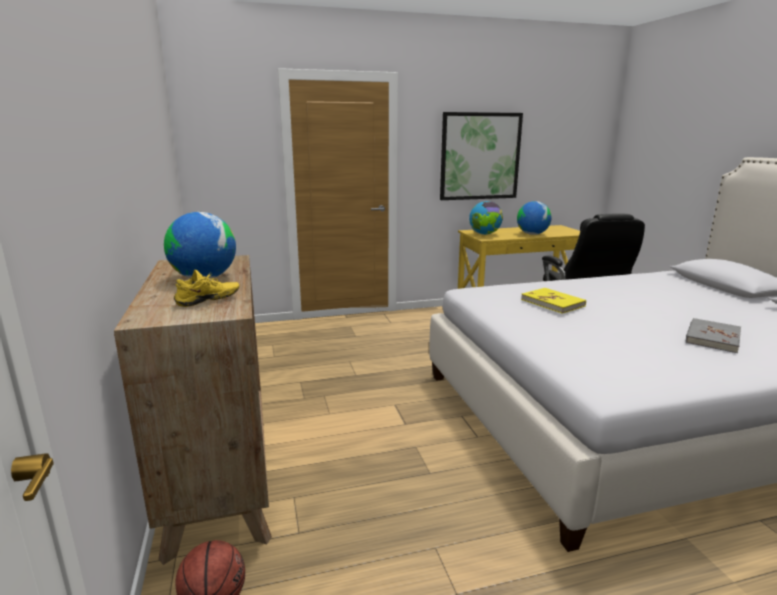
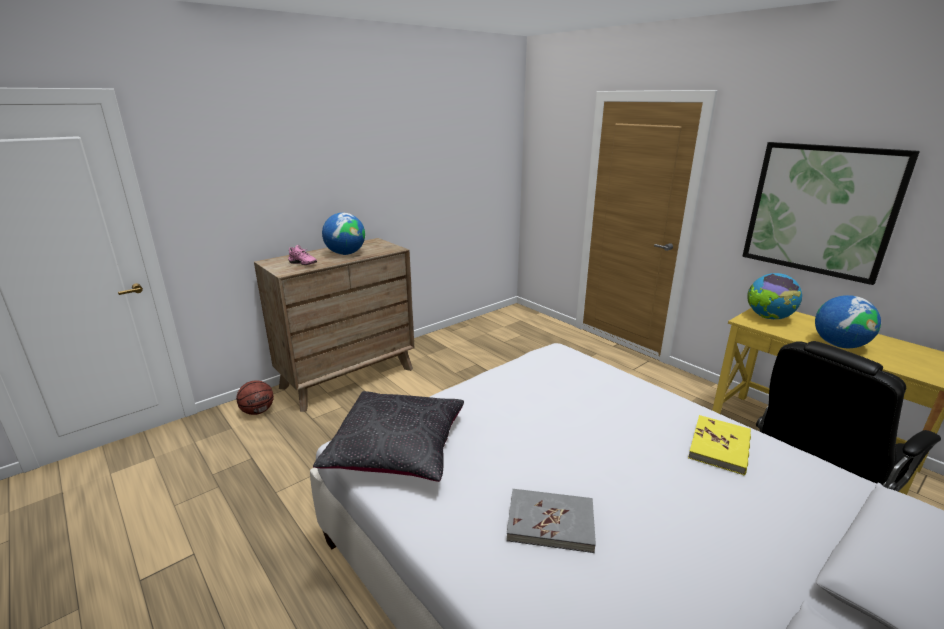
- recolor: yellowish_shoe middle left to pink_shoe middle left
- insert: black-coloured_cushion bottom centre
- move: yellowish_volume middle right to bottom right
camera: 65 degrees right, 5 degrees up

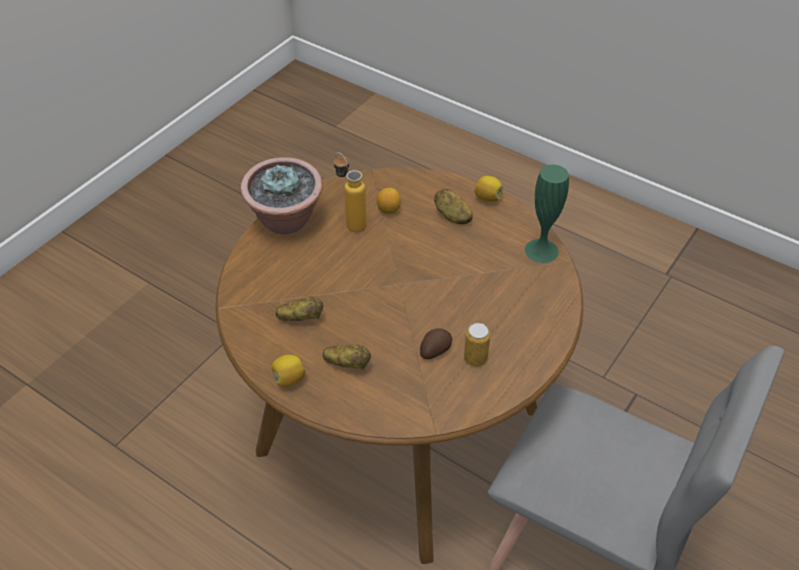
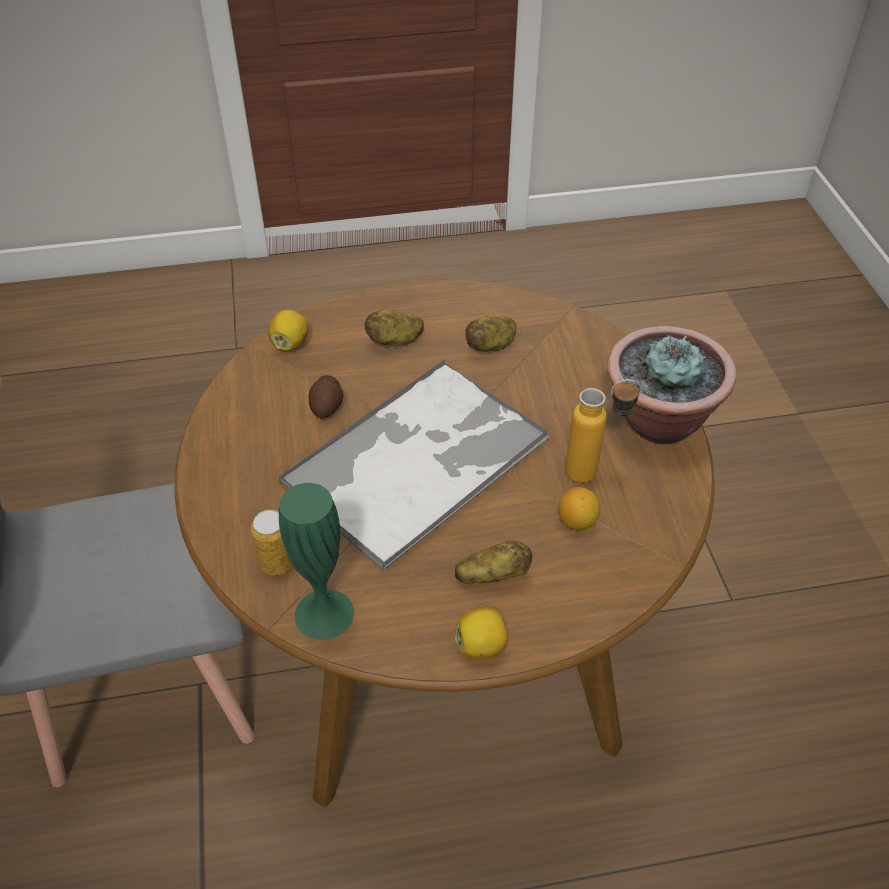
- move: sealed_can centre to middle left
- move: lemon (1st from left) centre to middle left
- insert: serving_tray centre
camera: 135 degrees right, 0 degrees up

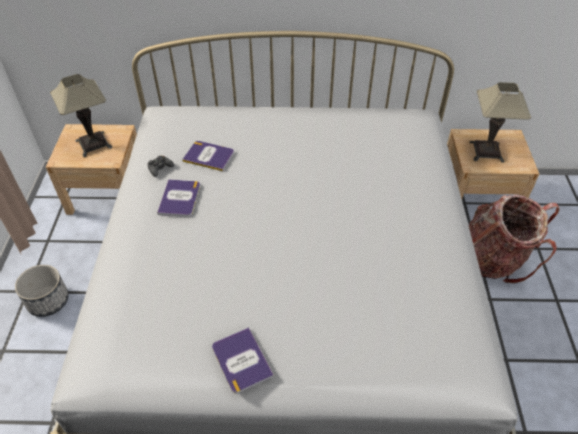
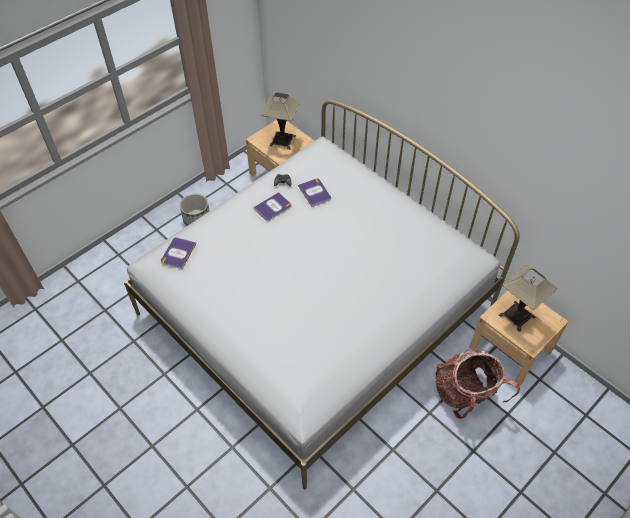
- move: volume (3rd from left in the first image) bottom centre to volume (1st from left) middle left
camera: 45 degrees right, 5 degrees up

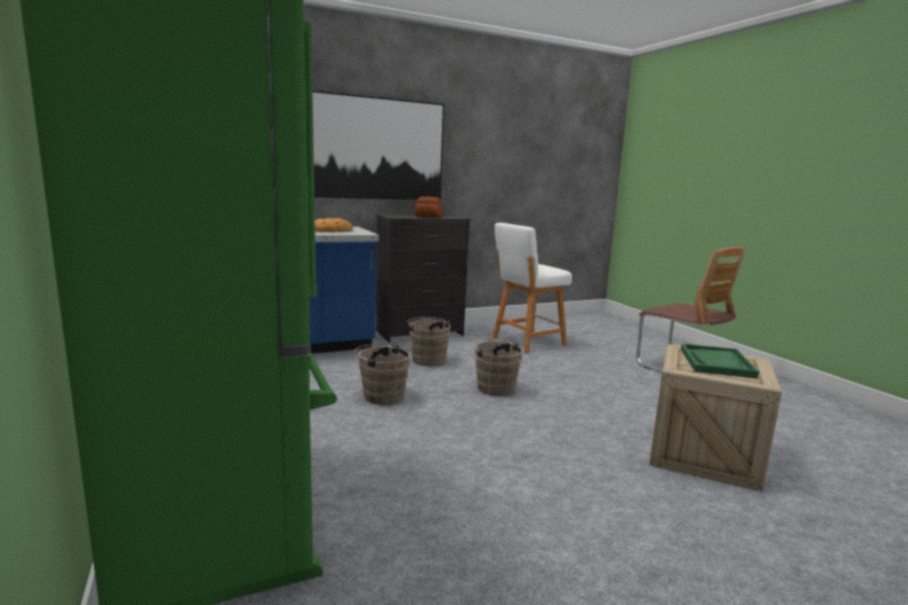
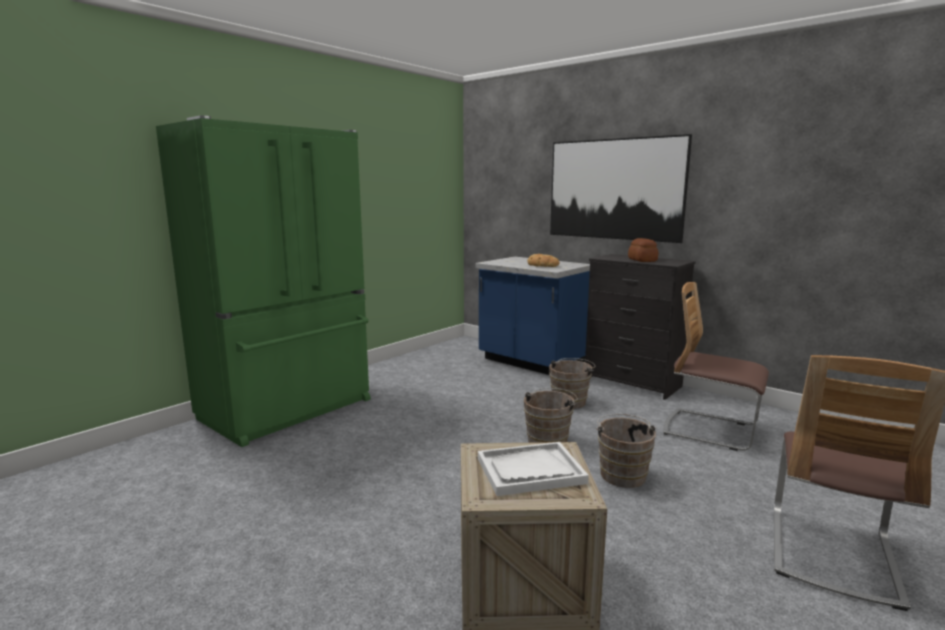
- recolor: green_serving_tray middle right to white-coloured_serving_tray bottom centre
- move: brownish_pail (1st from left in the first image) centre to brownish_pail (3rd from left) bottom centre
- replace: white-coloured_sitting_stool centre to upright_chair (1st from left) middle right
camera: 65 degrees right, 0 degrees up

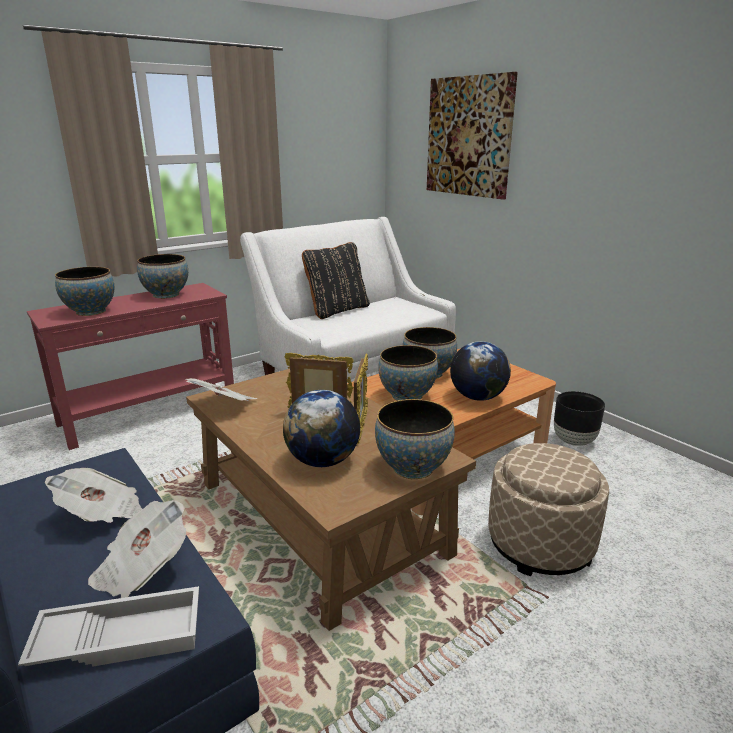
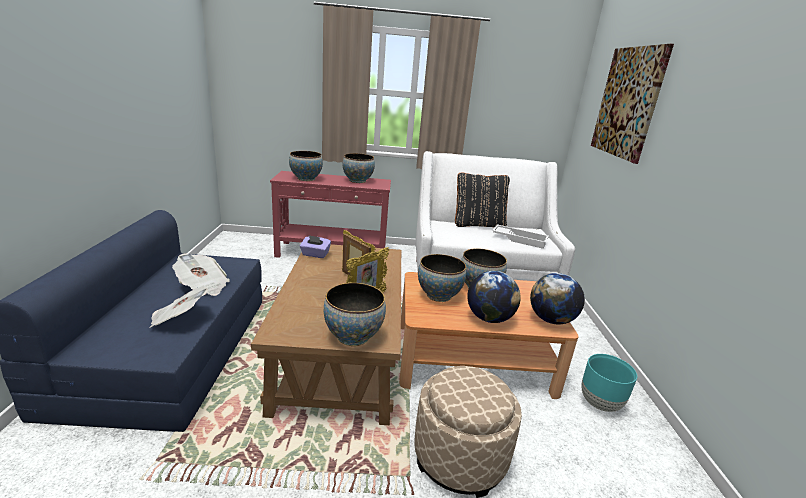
- replace: newspaper (3rd from left) middle left to purplish_tissue_holder centre
- move: white-coloured_serving_tray bottom left to centre
- move: desk_globe (1st from left in the first image) centre to desk_globe (2nd from left) middle right
- recolor: black-coloured_planter middle right to turquoise_planter bottom right
camera: 35 degrees right, 0 degrees up

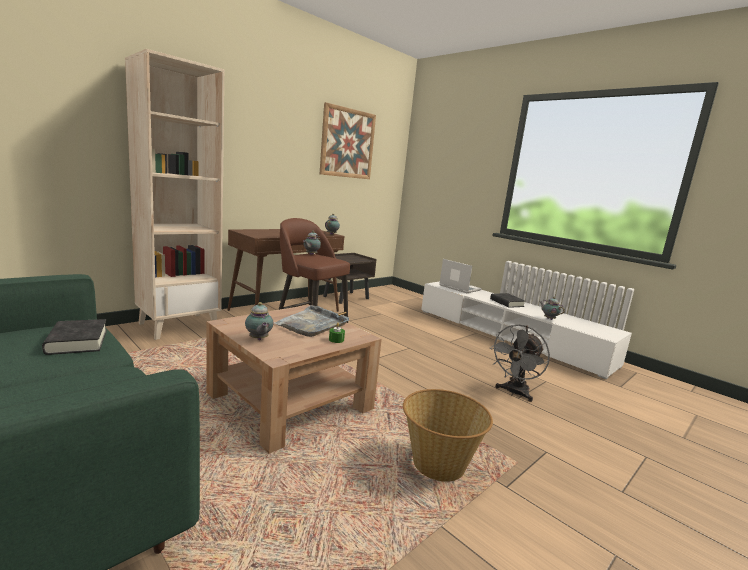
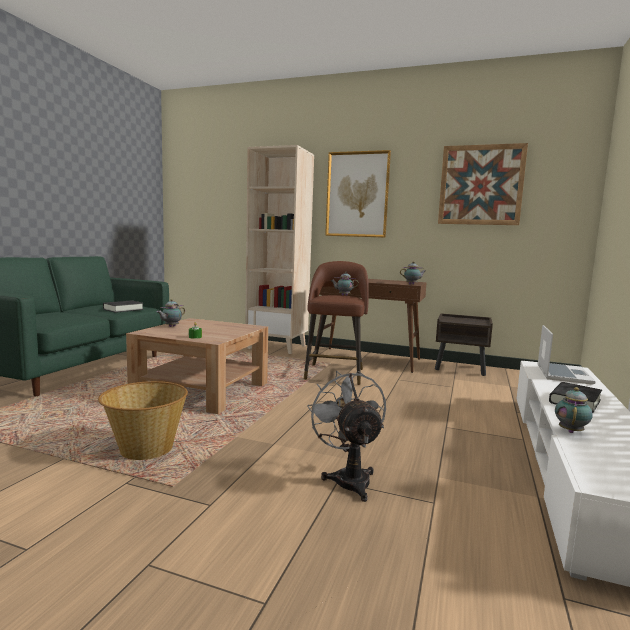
- rotate: greyish_cooling_fan middle right = bottom centre 60 degrees clockwise
- insert: wall_art (1st from left) top centre
- delete: greyish_serving_tray centre
camera: 65 degrees right, 5 degrees down

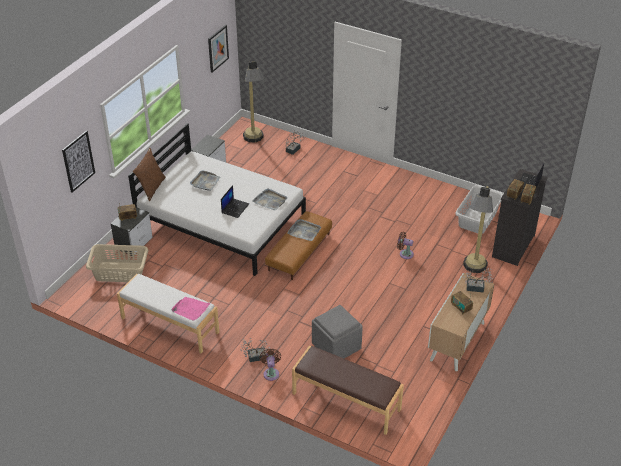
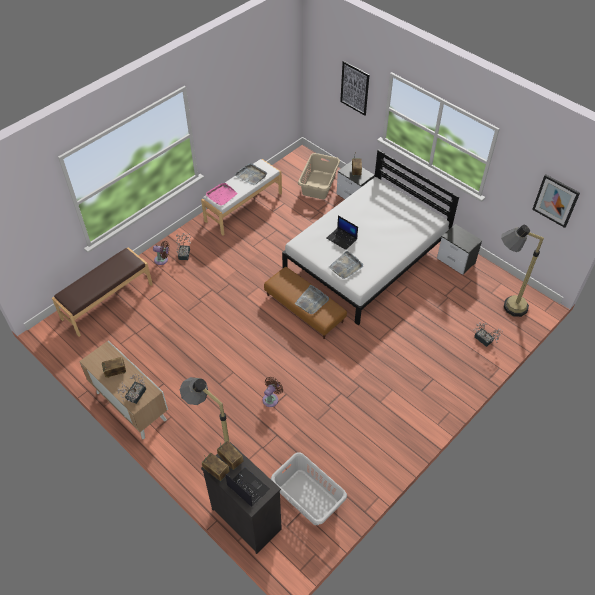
- move: greyish_serving_tray (1st from left) middle left to top centre
- delete: brownish_cushion middle left
- delete: greyish_ottoman bottom centre
camera: 105 degrees right, 10 degrees up

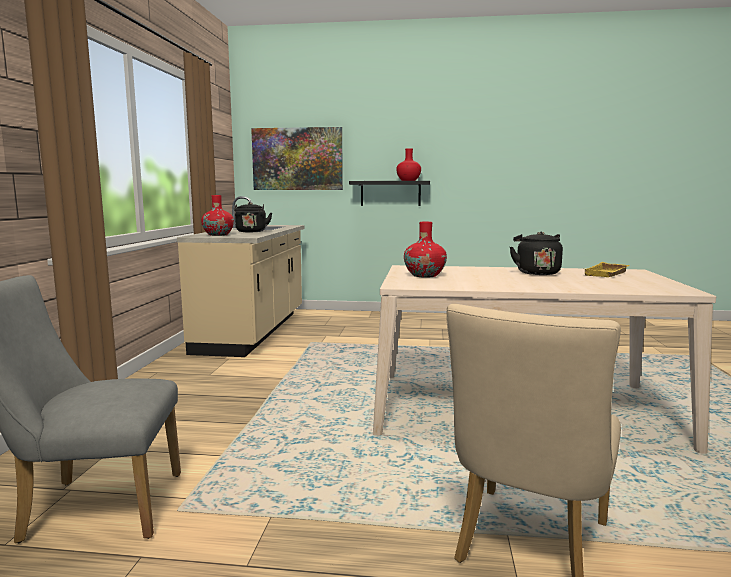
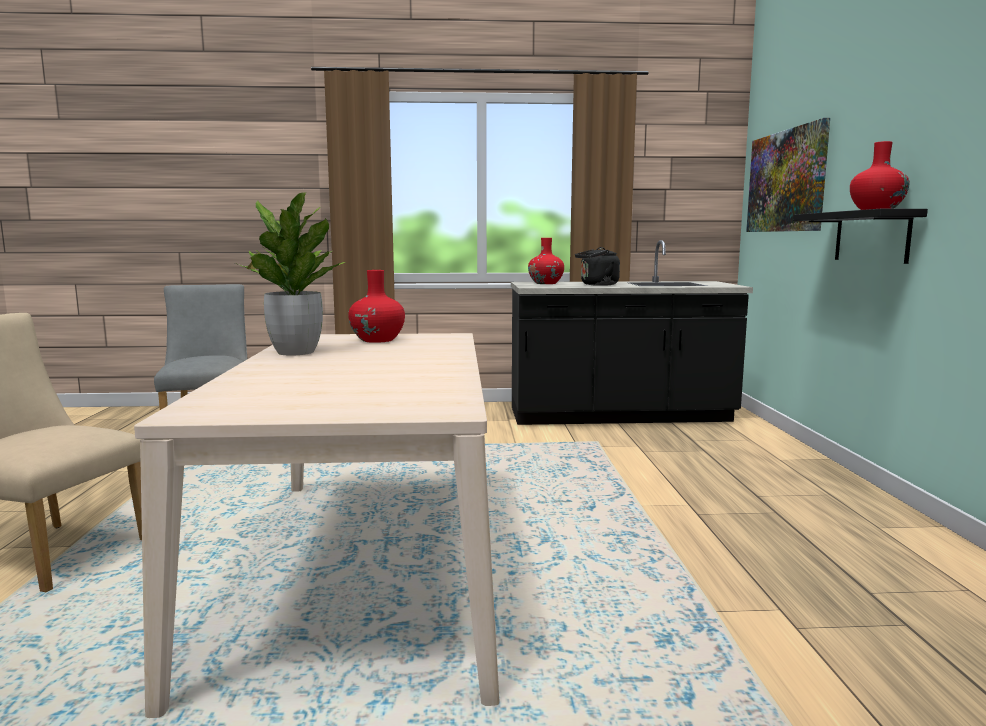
- insert: houseplant middle left
- recolor: beige-coloured_kitchen_counter middle left to black-coloured_kitchen_counter centre
- delete: black-coloured_water_kettle (2nd from left) middle right
- delete: yellowish_serving_tray middle right
camera: 80 degrees right, 0 degrees up

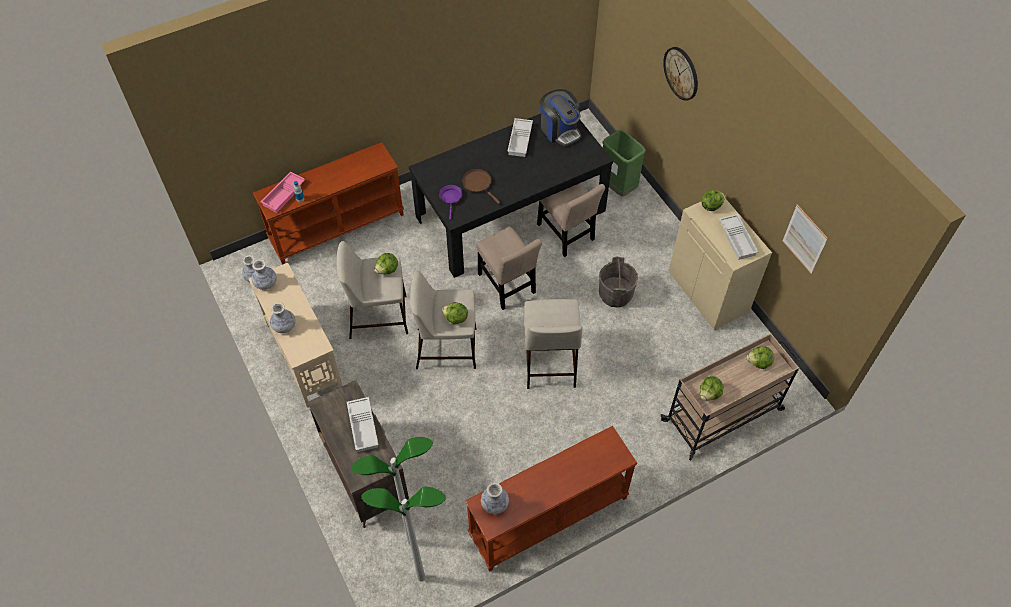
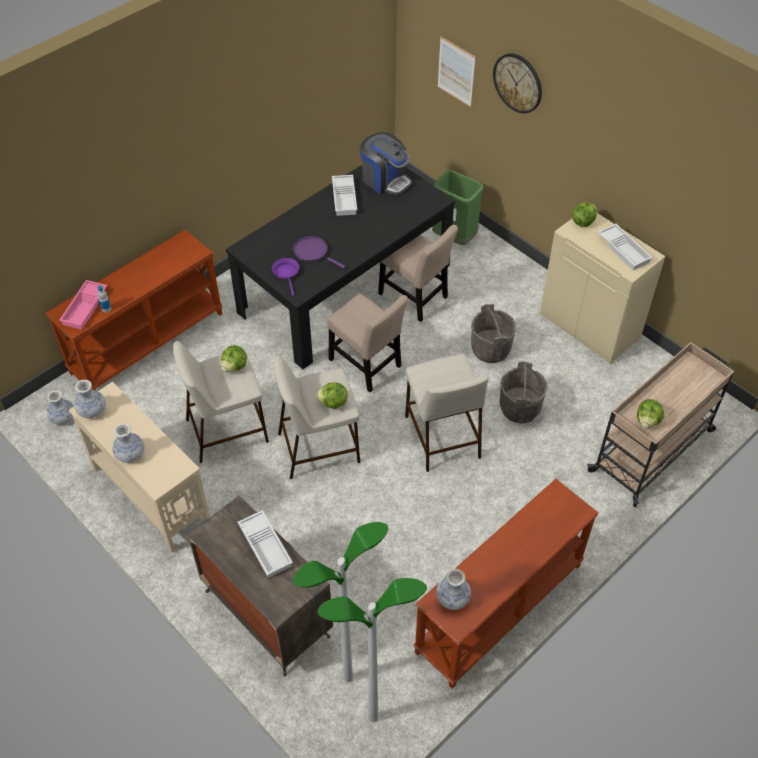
- recolor: brownish_skillet top centre to purplish_skillet (2nd from left) top centre
- move: wall_art middle right to top centre
- insert: greyish_pail (2nd from left) middle right
- delete: head_of_lettuce (5th from left) middle right
camera: 15 degrees left, 5 degrees down

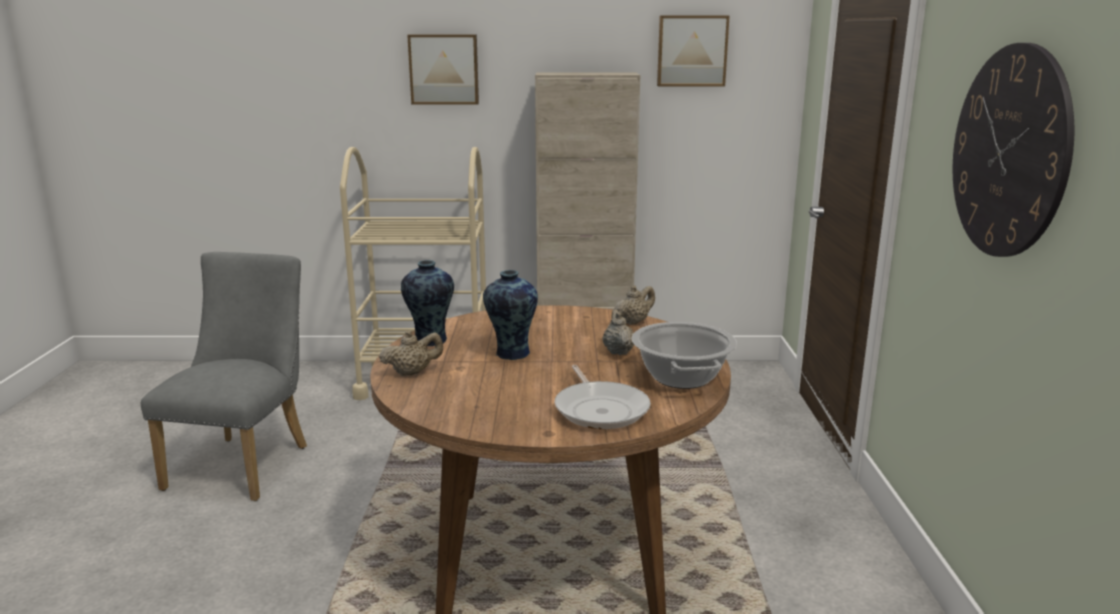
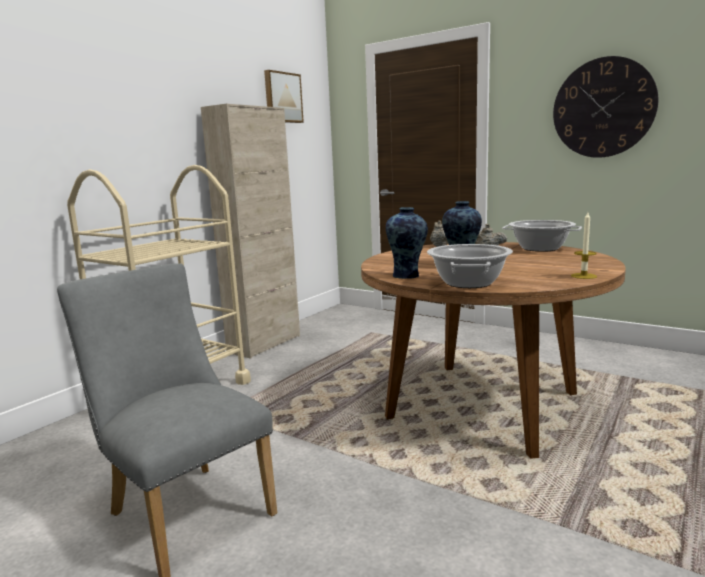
- replace: beige-coloured_pot_for_tea (1st from left) centre to cooking_pot (1st from left) middle right
- insert: candle middle right
- delete: wall_art (1st from left) top centre
- delete: skillet centre
camera: 55 degrees left, 5 degrees down

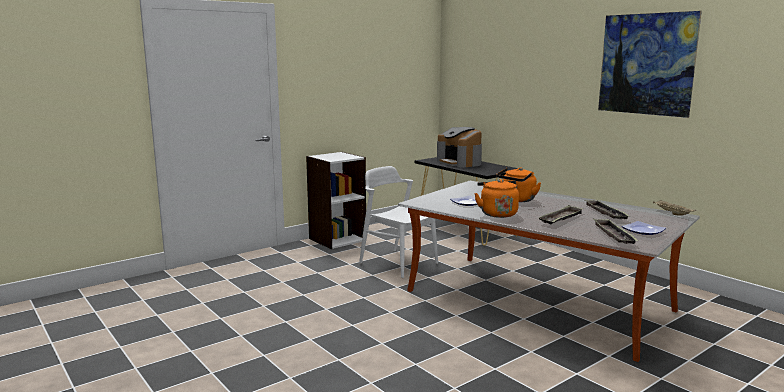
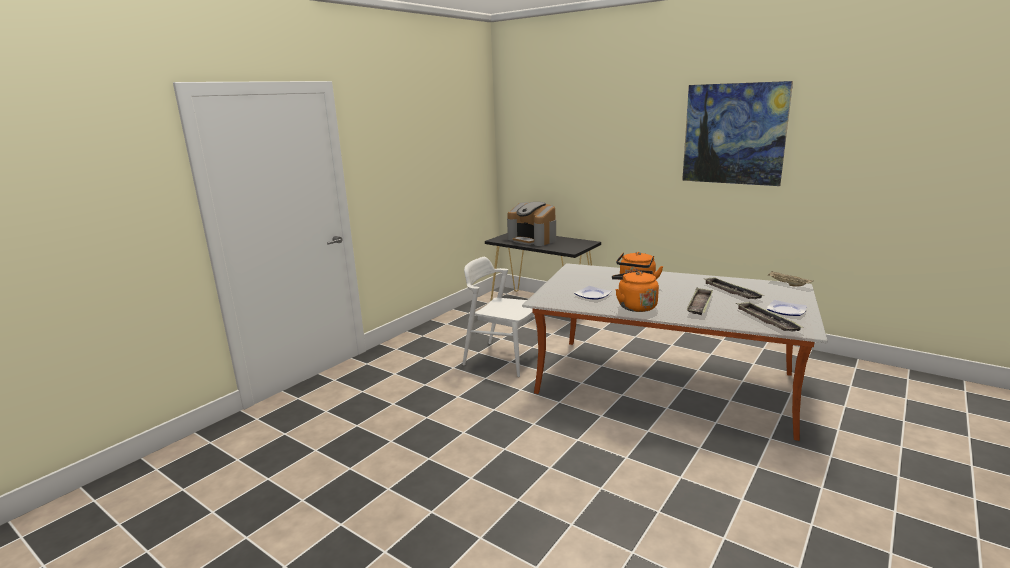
- delete: white-coloured_bookcase centre
camera: 15 degrees left, 5 degrees up

